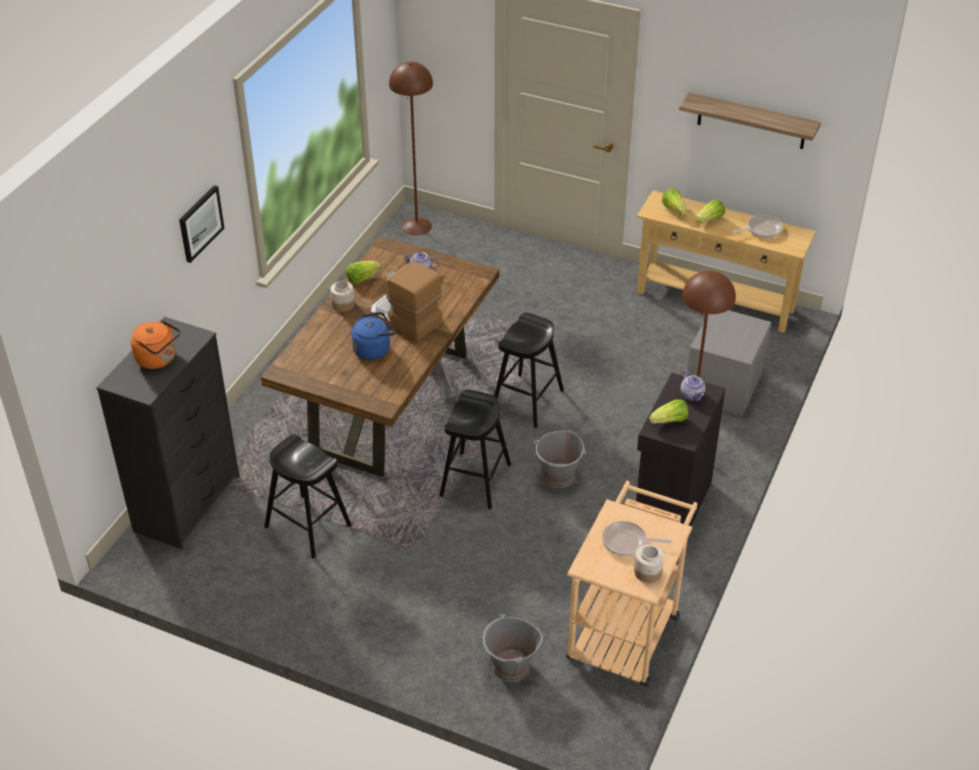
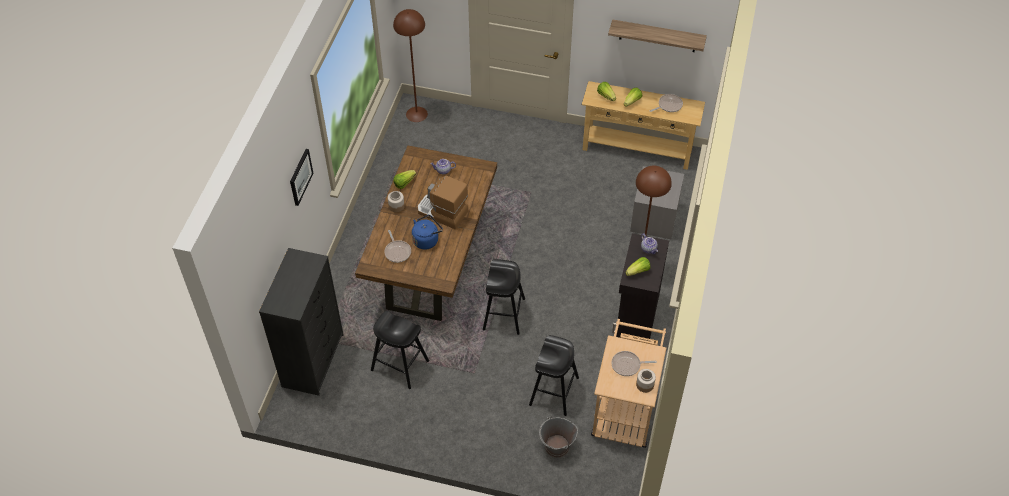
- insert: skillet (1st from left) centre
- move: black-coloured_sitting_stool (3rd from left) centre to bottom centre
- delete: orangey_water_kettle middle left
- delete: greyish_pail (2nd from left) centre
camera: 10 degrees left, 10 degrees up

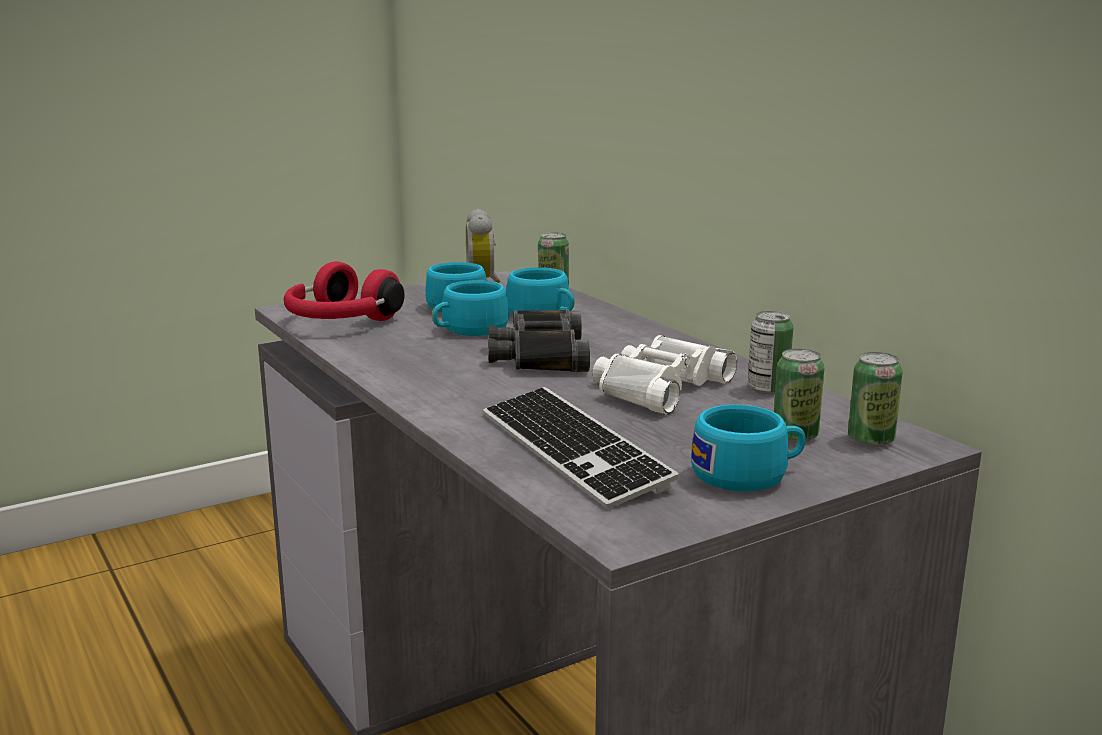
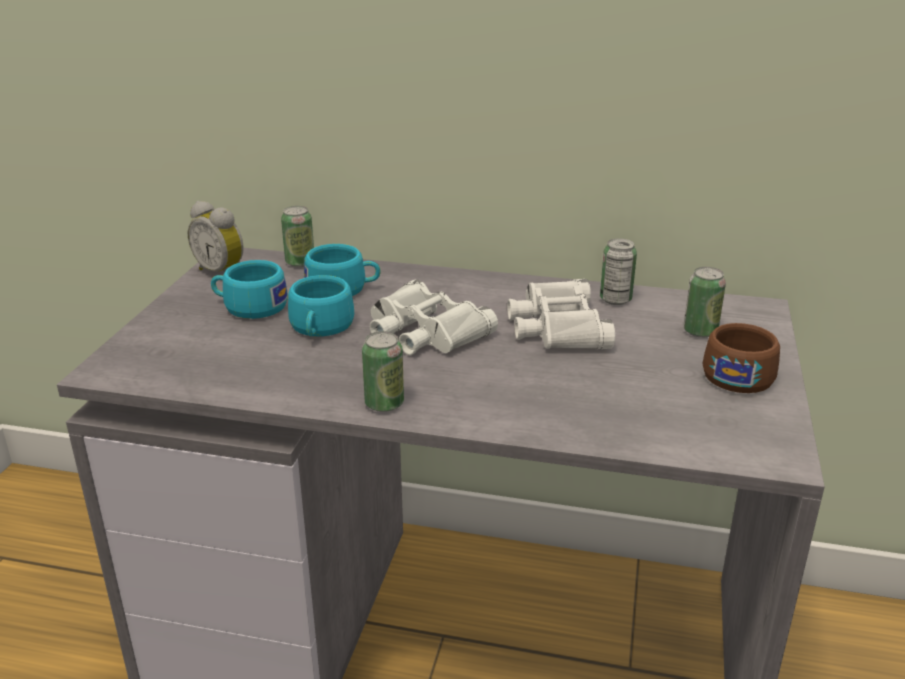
- move: sealed_can (4th from left in the first image) middle right to sealed_can (2nd from left) centre
- recolor: black-coloured_binoculars centre to white-coloured_binoculars (1st from left) centre
- recolor: turquoise_cup (4th from left) middle right to brownish_cup middle right
- delete: red-coloured_pair_of_headphones middle left
- delete: computer_keyboard centre
camera: 45 degrees left, 10 degrees up

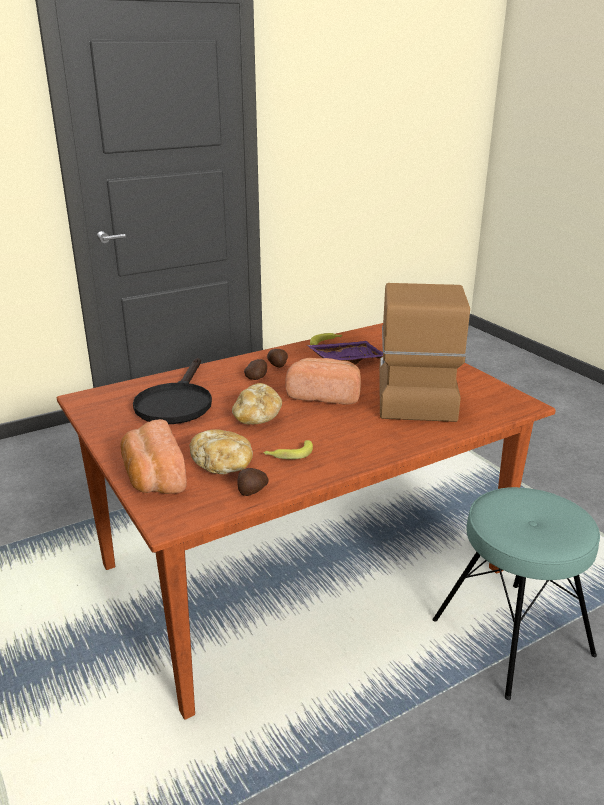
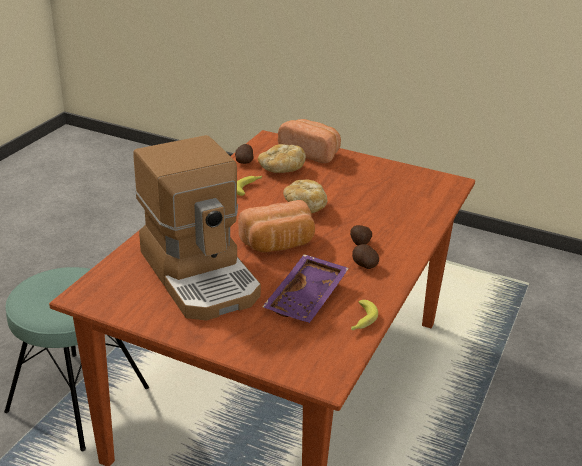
- delete: black-coloured_skillet middle left
camera: 145 degrees right, 5 degrees up

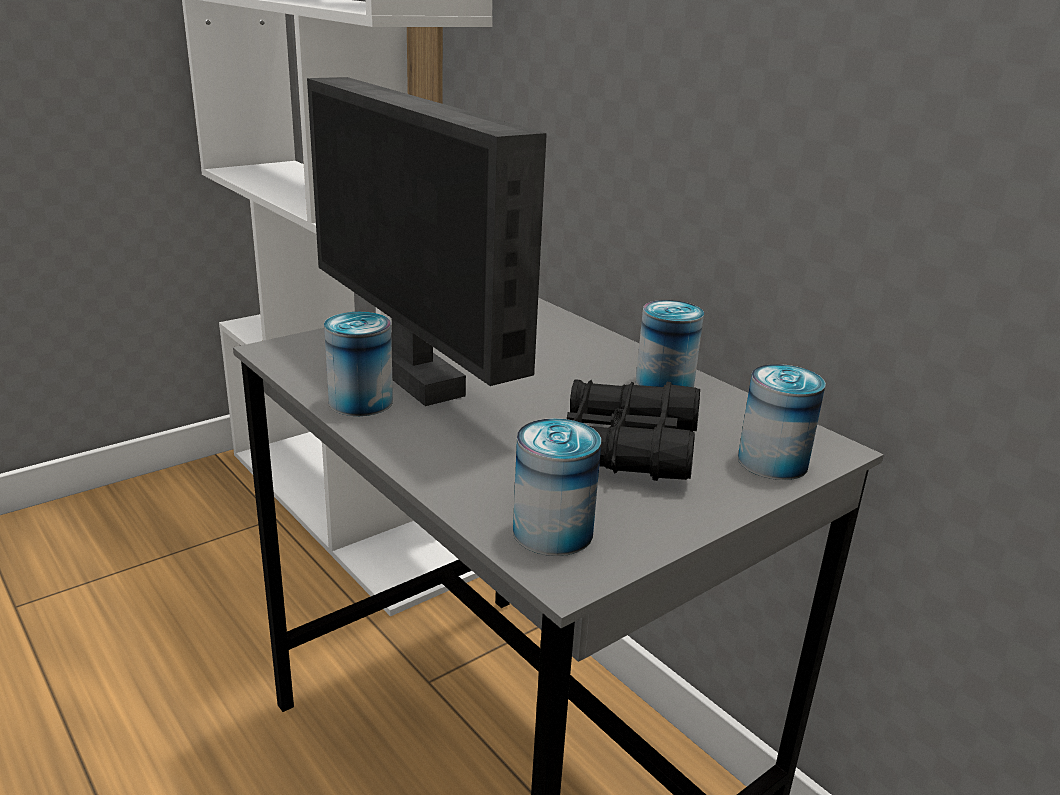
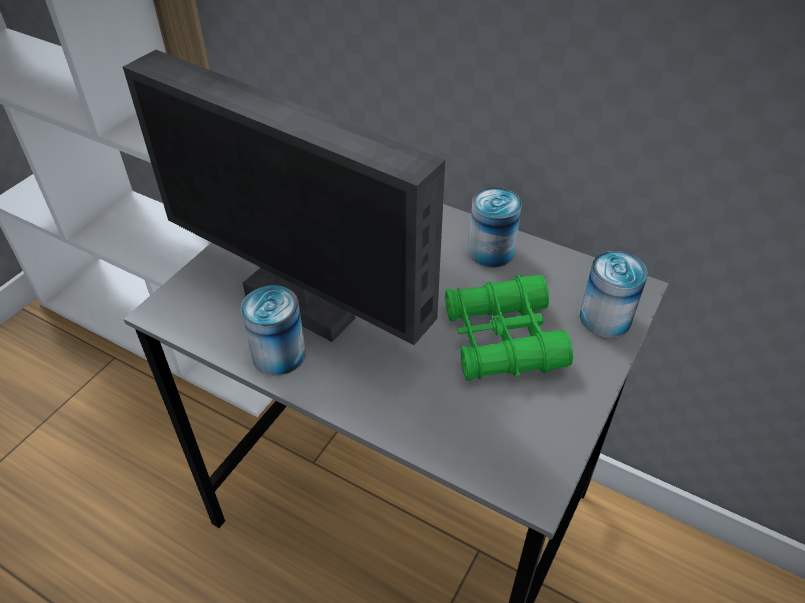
- recolor: black-coloured_binoculars centre to green_binoculars centre
- delete: sealed_can (2nd from left) centre
camera: 20 degrees left, 20 degrees up

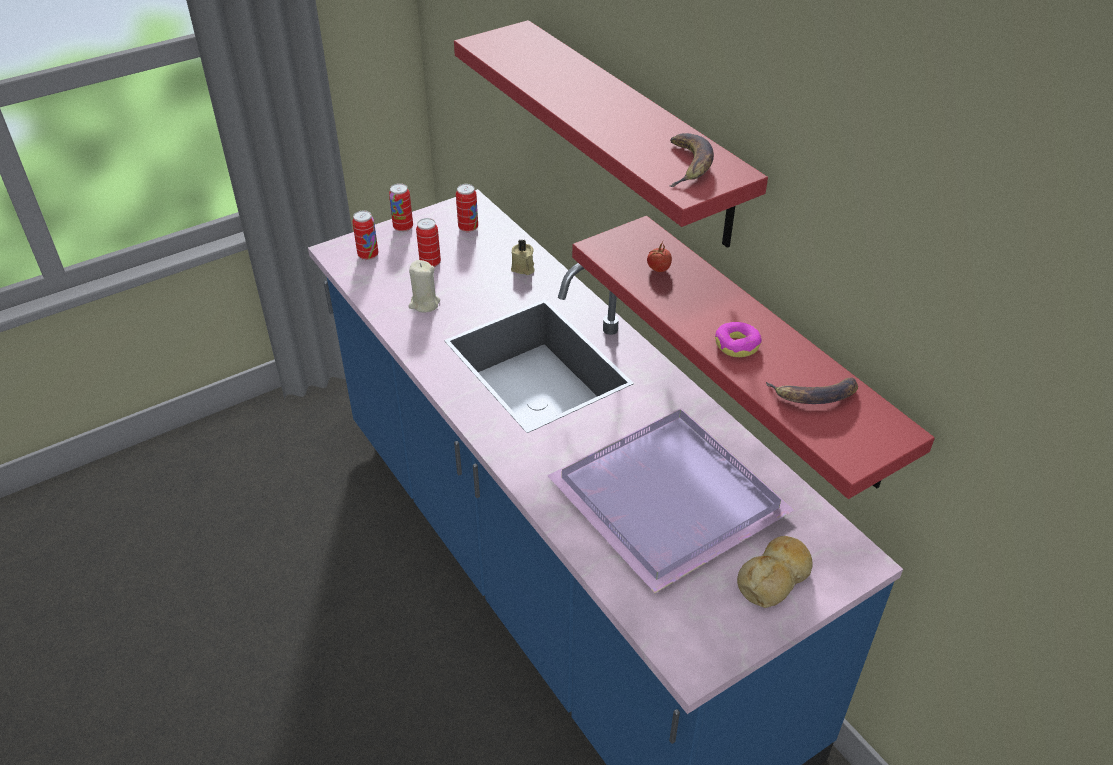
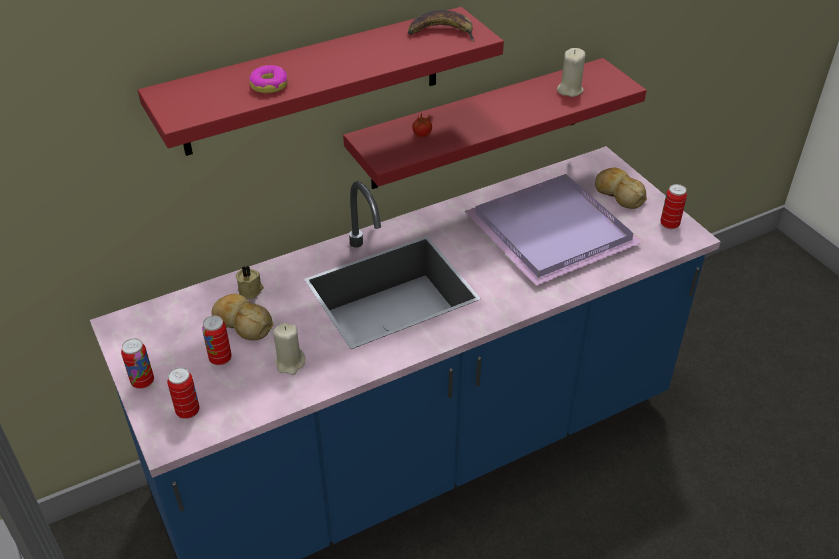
- insert: bread (1st from left) middle left
- move: ring_doughnut centre to top left
- replace: banana (2nd from left) middle right to beige-coloured_candle (3rd from left) top right
- move: sealed_can (4th from left) top centre to middle right
camera: 85 degrees left, 0 degrees up

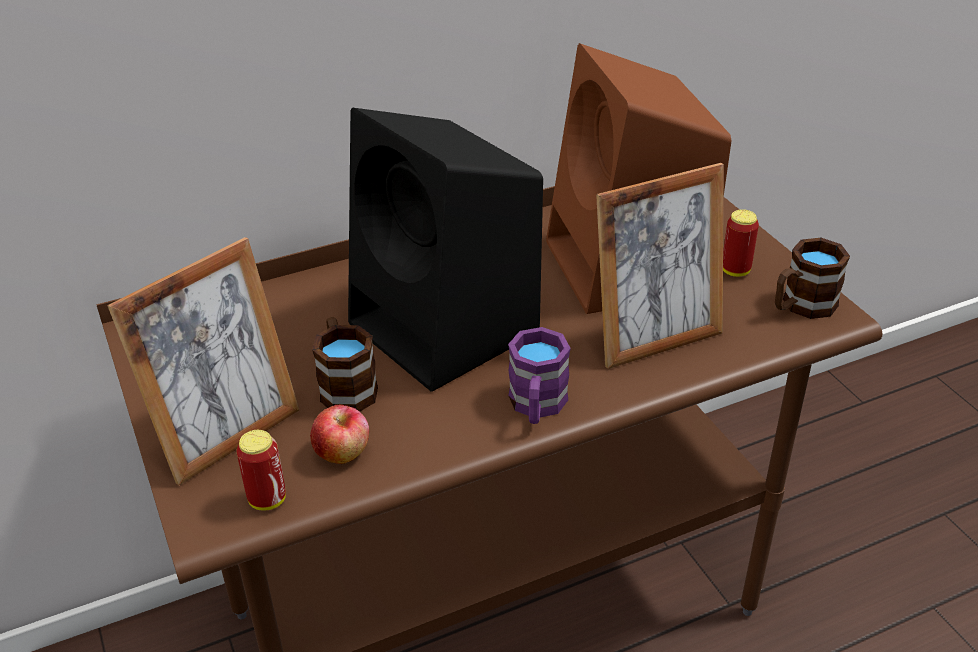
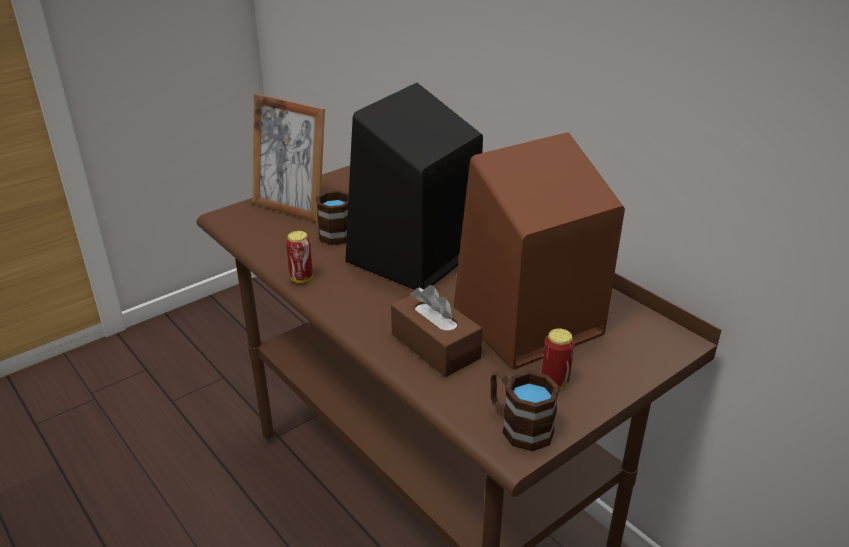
- move: sealed_can (1st from left) bottom left to centre
- replace: photo_frame (2nd from left) middle right to brownish_tissue_holder centre
- delete: apple centre
- delete: purplish_mug centre
camera: 75 degrees right, 5 degrees down

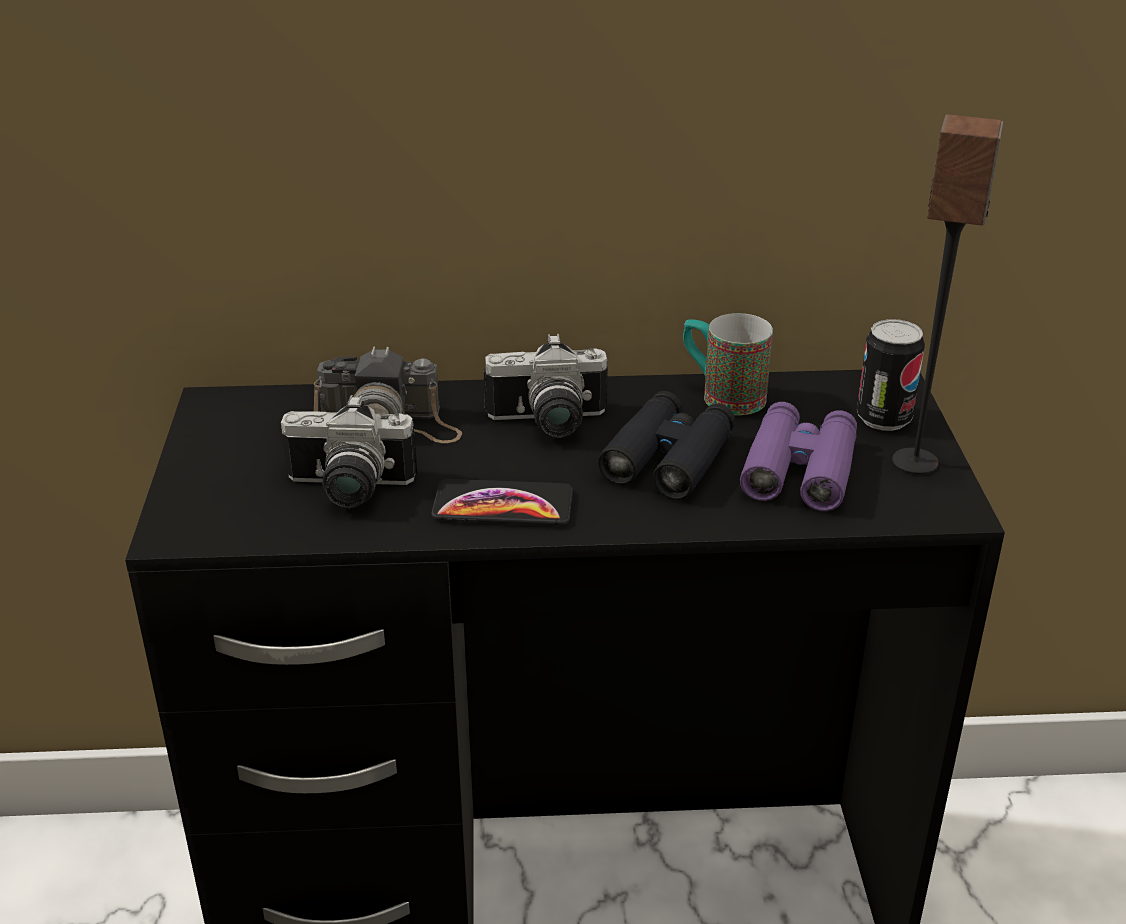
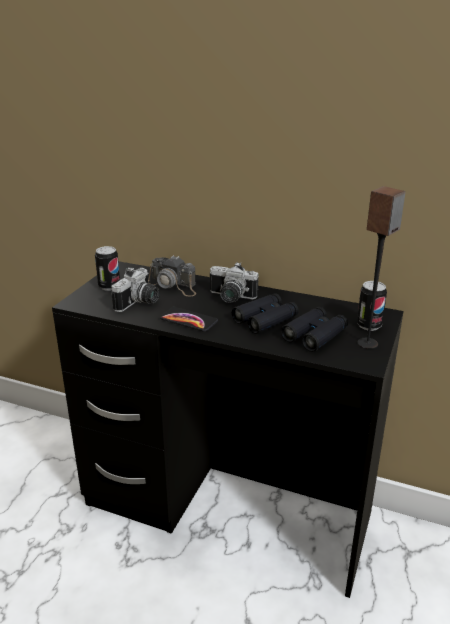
- insert: sealed_can (1st from left) middle left
- rotate: still_camera (1st from left) middle left = middle left 90 degrees counterclockwise
- recolor: purplish_binoculars middle right to black-coloured_binoculars (2nd from left) middle right
- delete: mug centre
camera: 25 degrees right, 5 degrees down

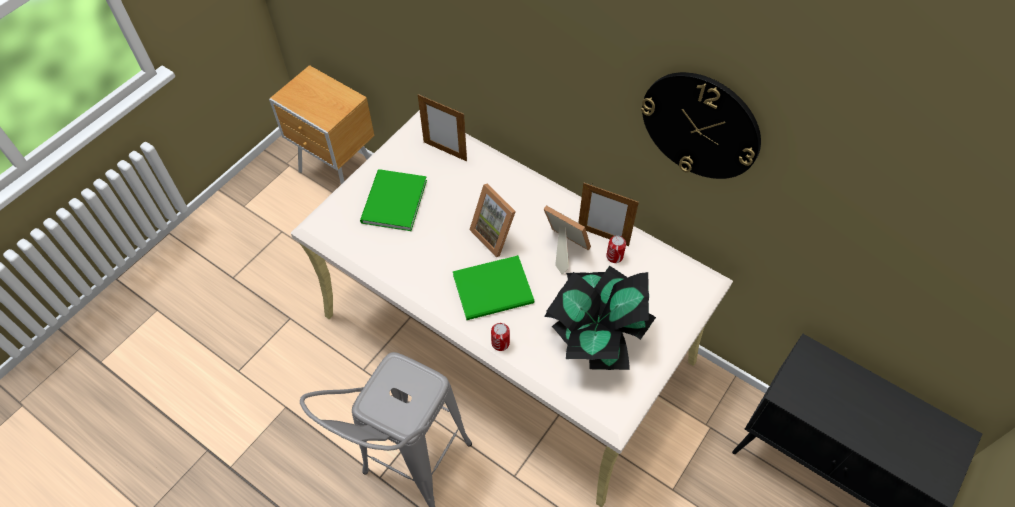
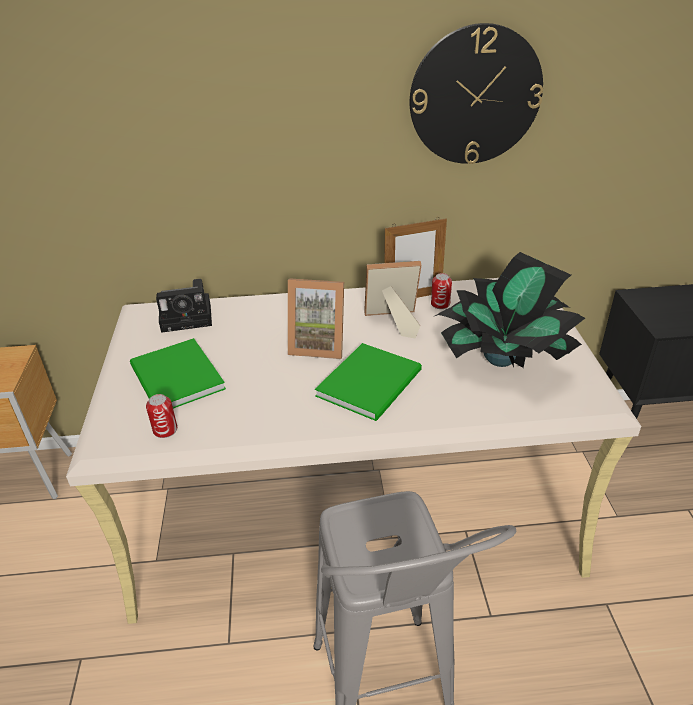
- move: sealed_can (1st from left) centre to middle left
- replace: photo_frame (1st from left) top centre to still_camera middle left
camera: 40 degrees left, 20 degrees down

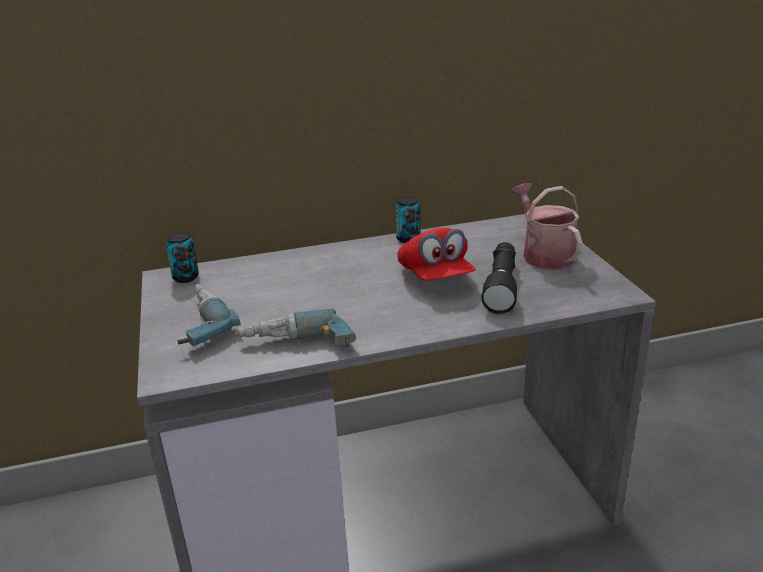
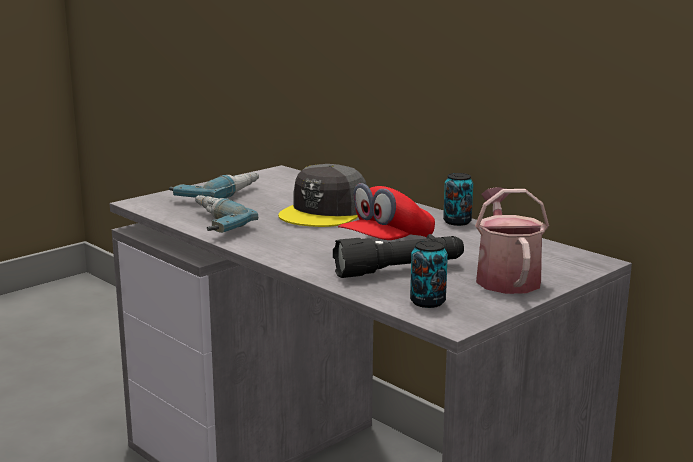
- insert: greyish_peaked_cap centre
- move: sealed_can (1st from left) middle left to centre
- rotate: sprinkling_can middle right = middle right 45 degrees counterclockwise
camera: 60 degrees right, 10 degrees down

